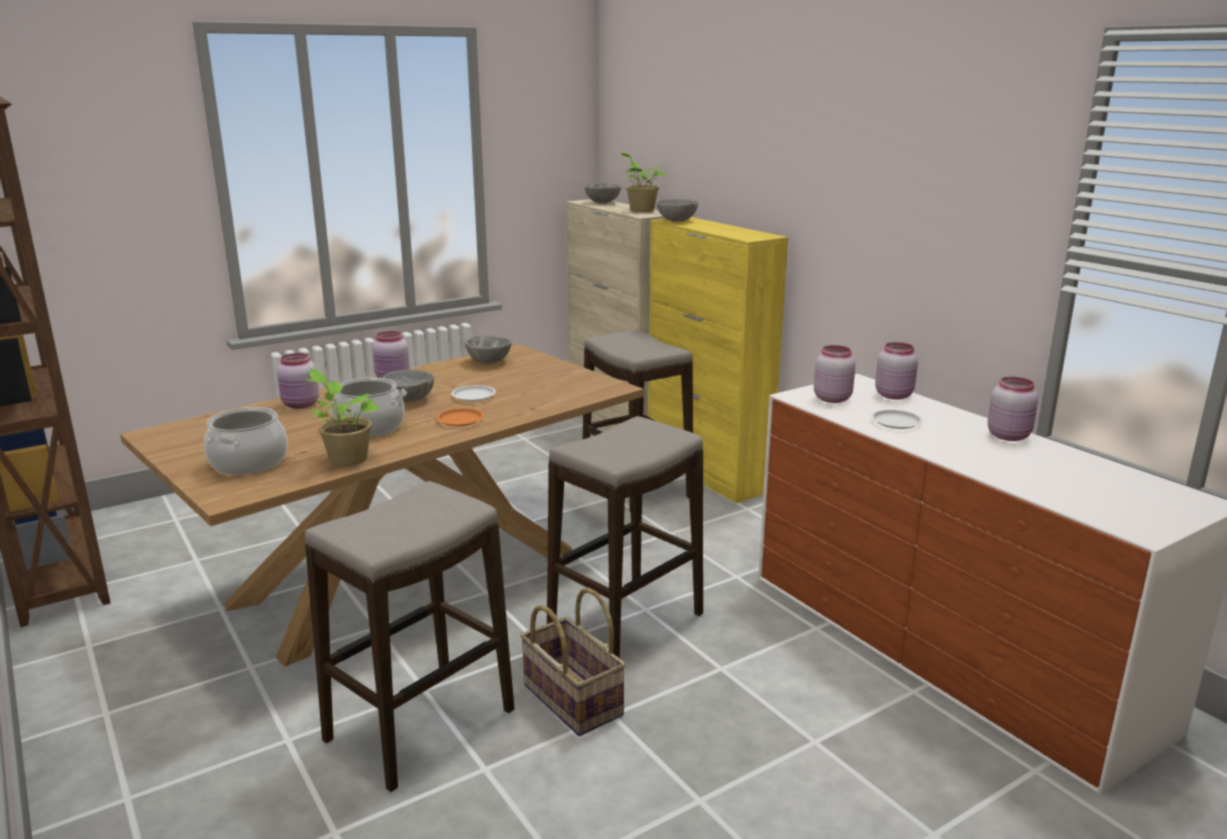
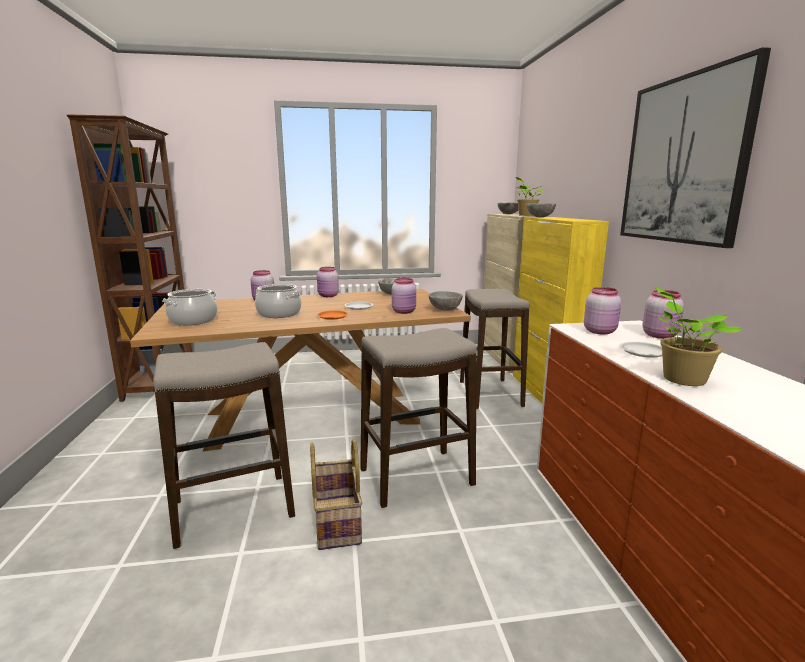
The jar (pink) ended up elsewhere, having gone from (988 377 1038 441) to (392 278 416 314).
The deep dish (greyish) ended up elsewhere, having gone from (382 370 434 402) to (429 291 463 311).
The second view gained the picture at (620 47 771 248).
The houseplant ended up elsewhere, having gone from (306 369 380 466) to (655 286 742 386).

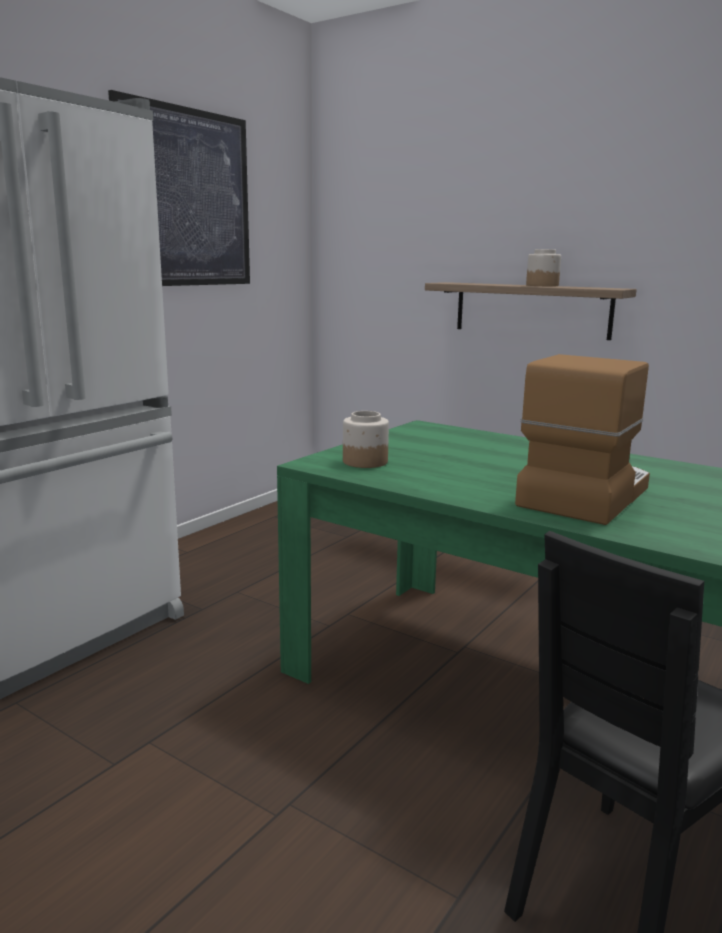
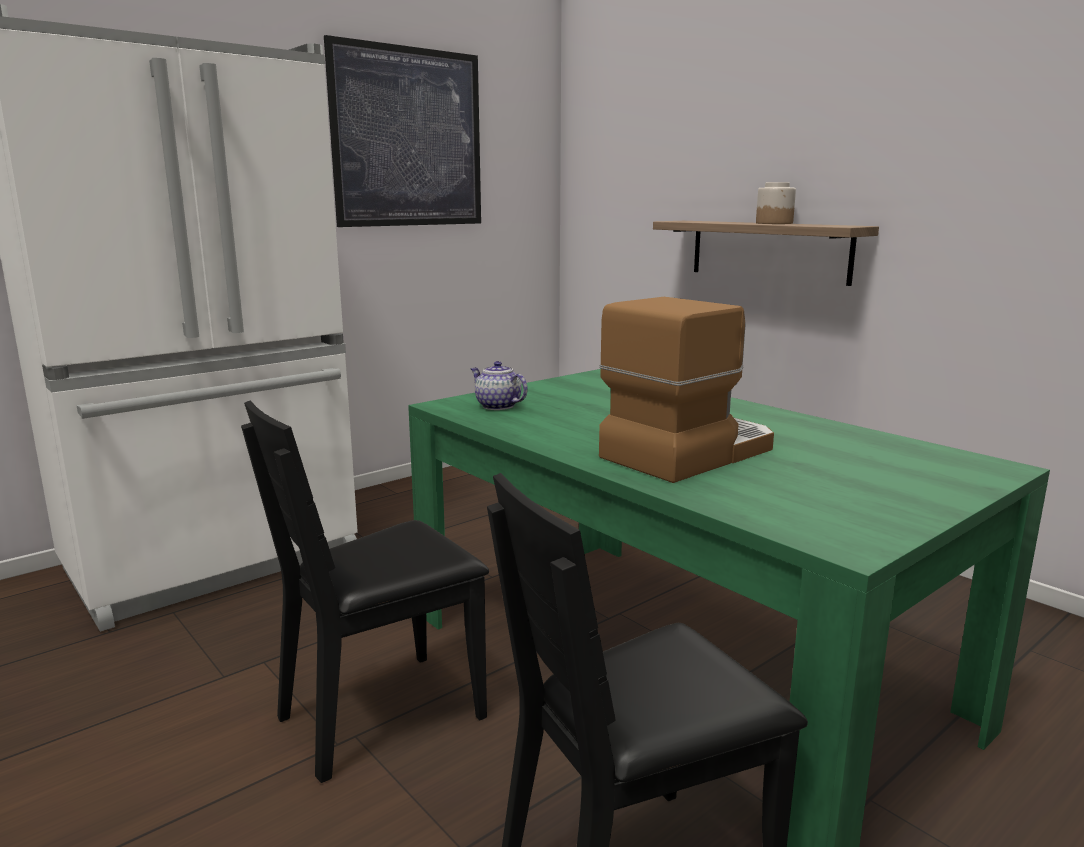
The second view gained the chair (black) at (241 400 489 783).
Where the jar stood at (343 411 389 468), the tea pot came to stand at (470 361 528 410).

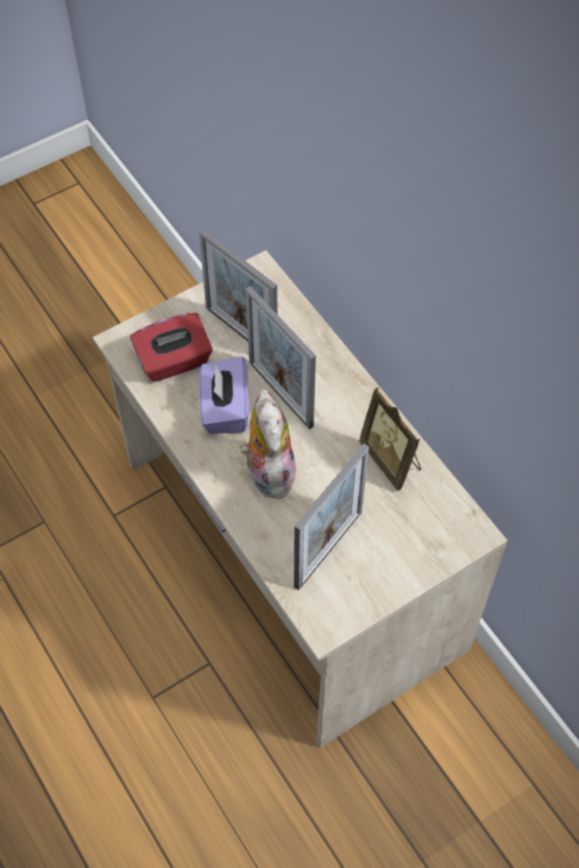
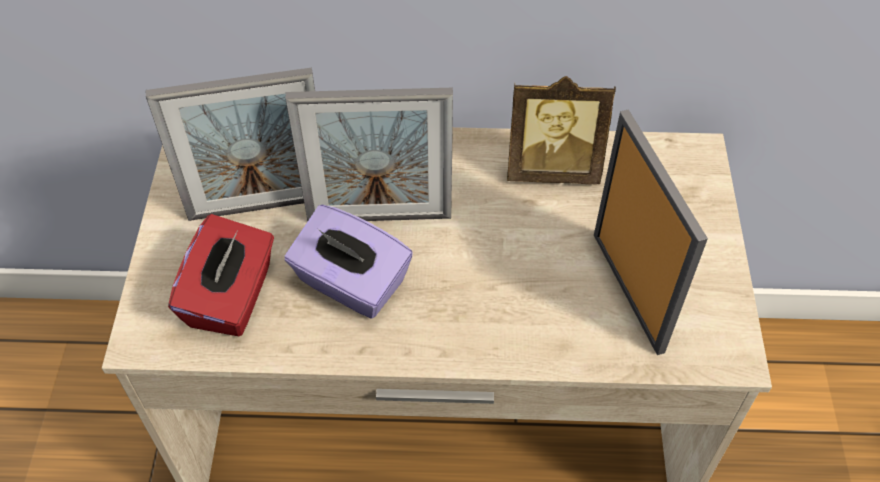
The second view lost the plush toy at (240 389 296 499).

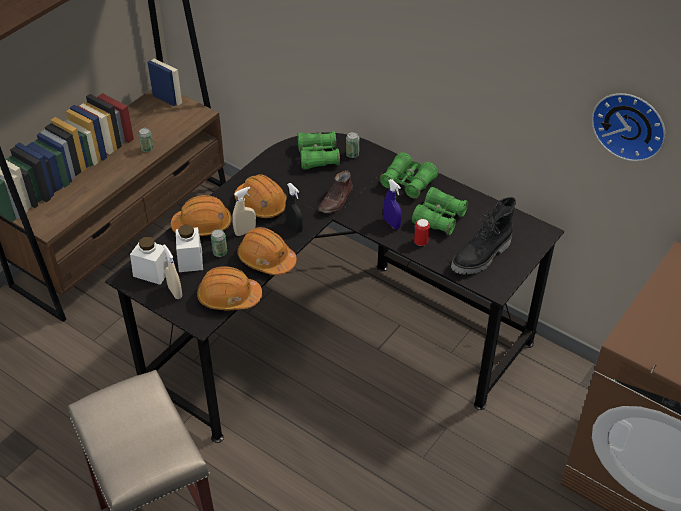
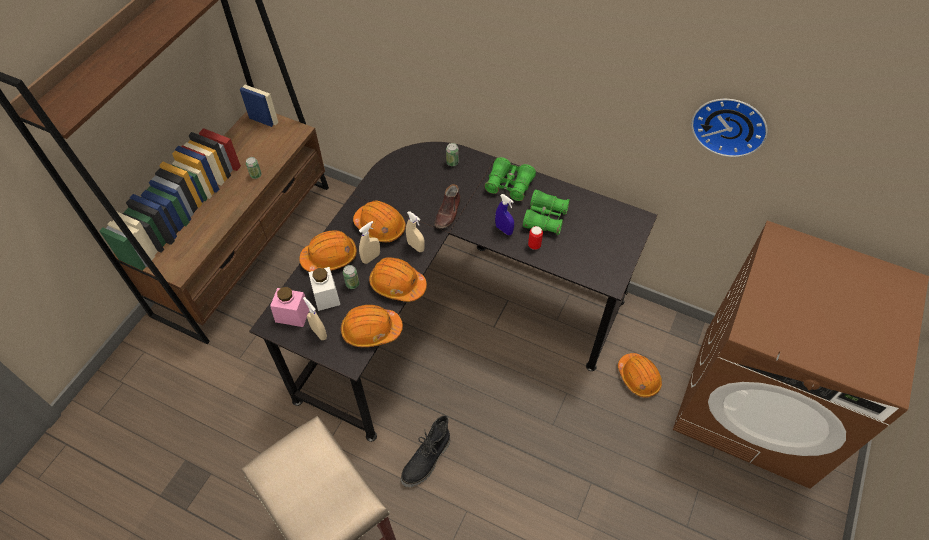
What was the jar (white) at (130 237 168 285) turned into the jar (pink) at (270 287 309 327).
The boot (black) ended up elsewhere, having gone from (451 197 516 275) to (401 415 450 487).
What was the hand sprayer (black) at (285 183 303 233) turned into the hand sprayer (beige) at (406 211 425 252).
The second view gained the hard hat (orangey) at (618 353 662 398).
The second view lost the binoculars (greenish) at (298 131 340 169).

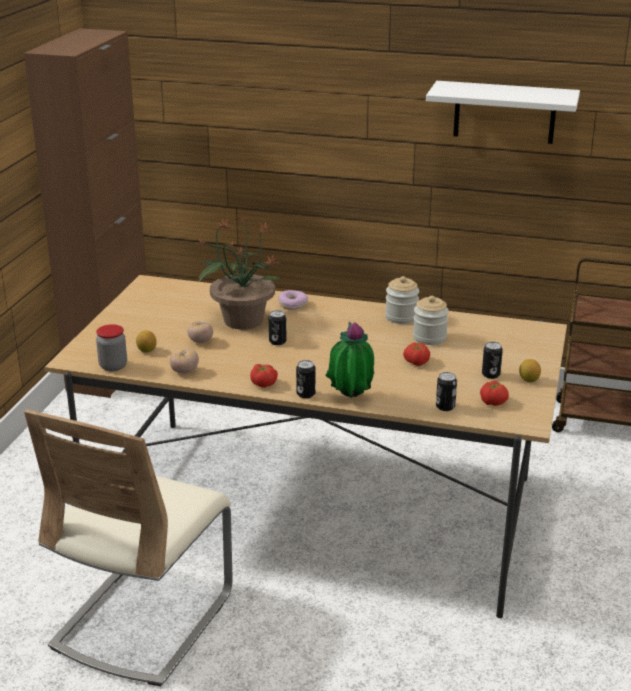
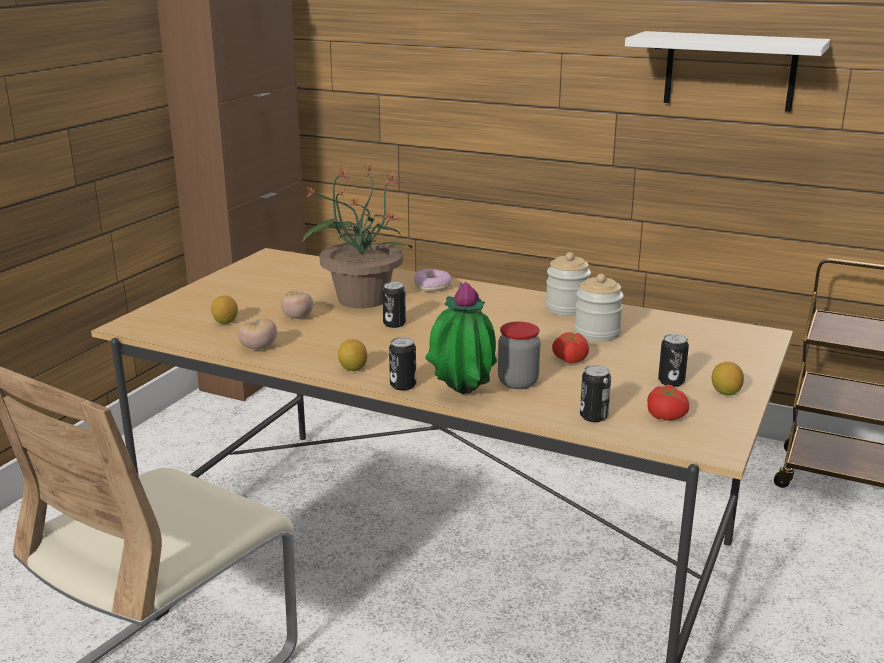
Where the tomato stood at (250 364 278 388), the lemon came to stand at (338 339 367 371).
The jar ended up elsewhere, having gone from (96 324 127 371) to (498 322 541 389).

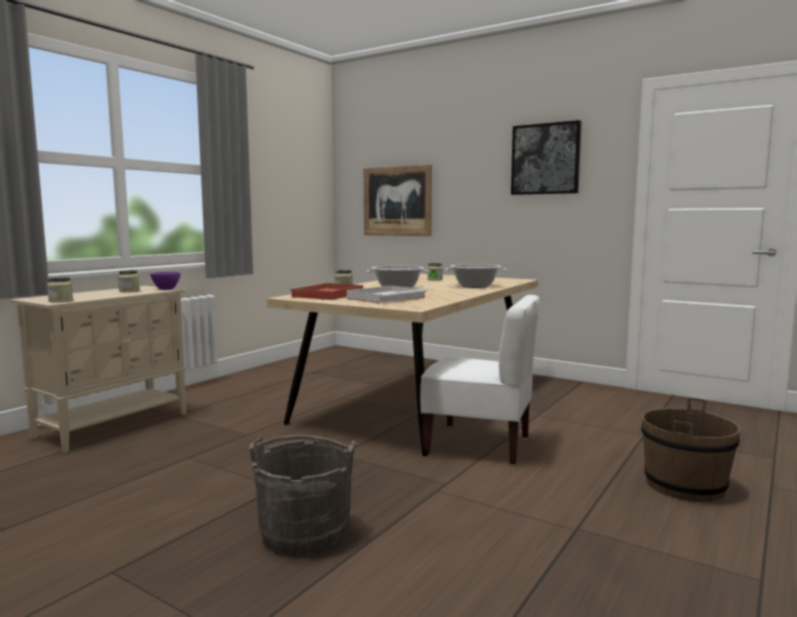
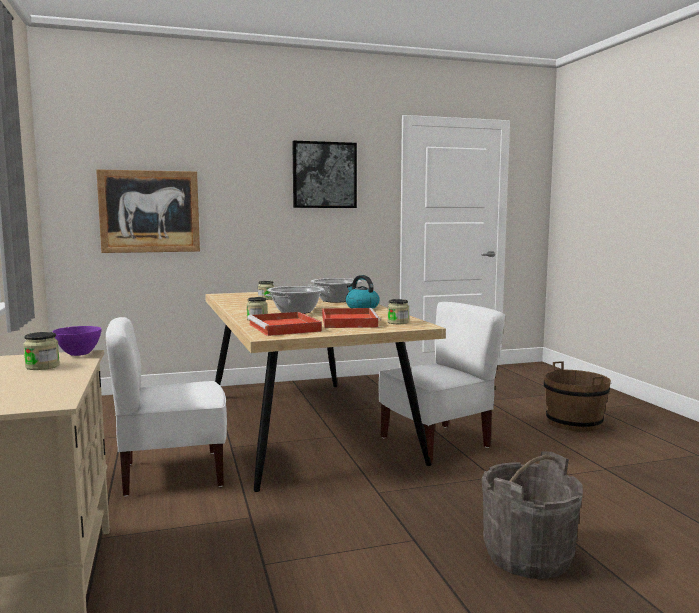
The second view gained the chair (white) at (106 317 227 496).
What was the tray (white) at (347 285 426 304) turned into the tray (red-coloured) at (322 308 381 328).
The second view gained the water kettle at (346 275 380 309).
The jar ended up elsewhere, having gone from (47 277 73 303) to (388 299 409 324).

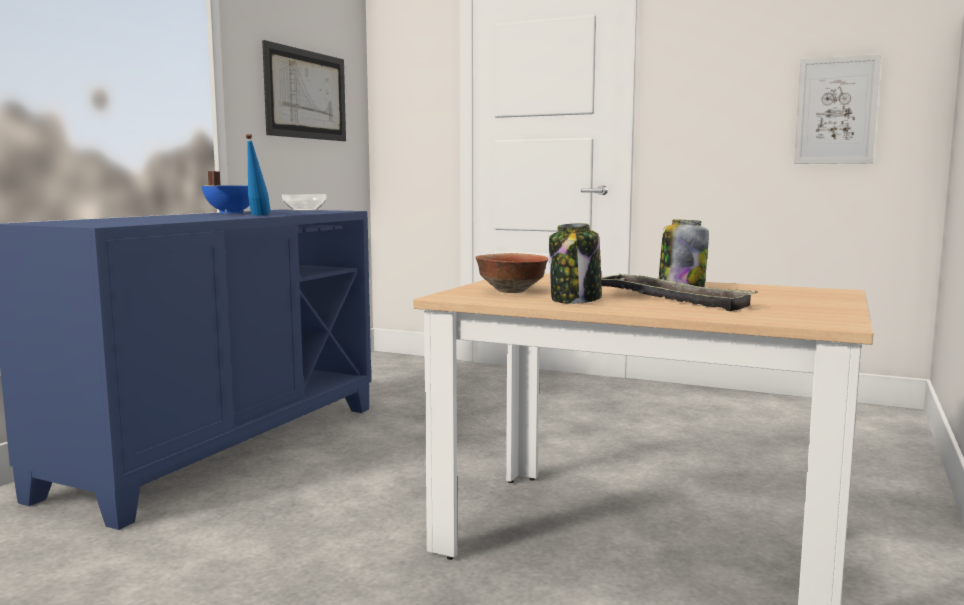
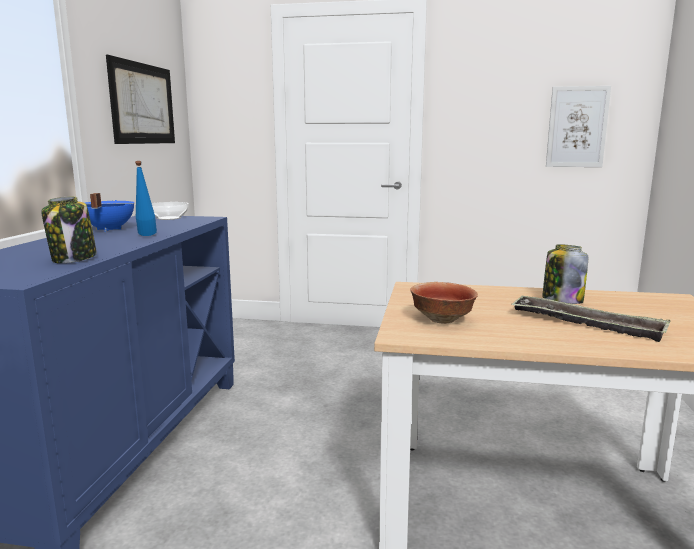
The jar ended up elsewhere, having gone from (549 223 602 304) to (41 196 97 263).

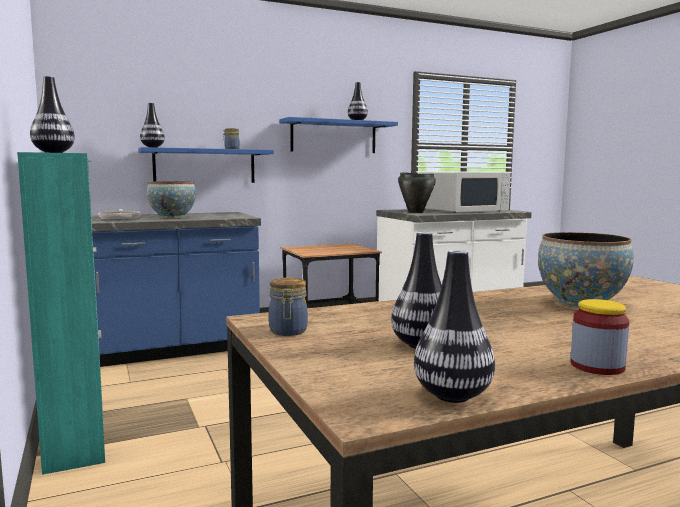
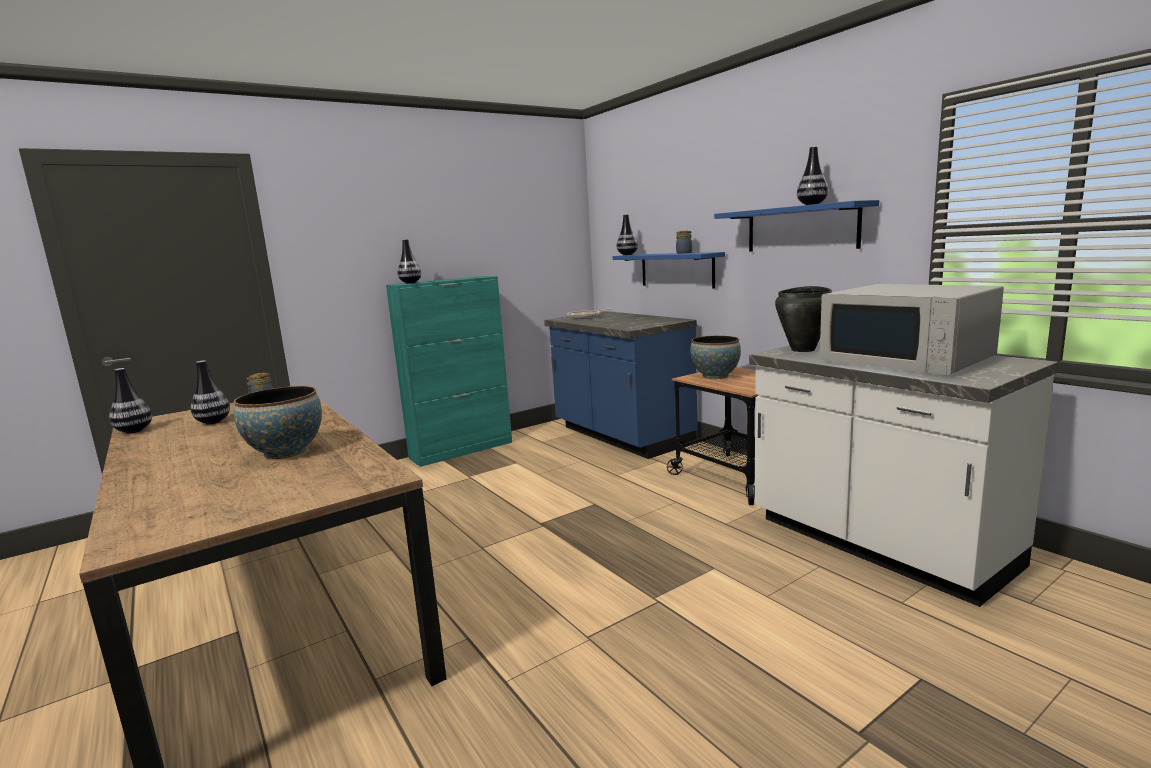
The deep dish ended up elsewhere, having gone from (147 181 196 219) to (690 336 741 379).
The second view lost the jar at (571 299 629 375).

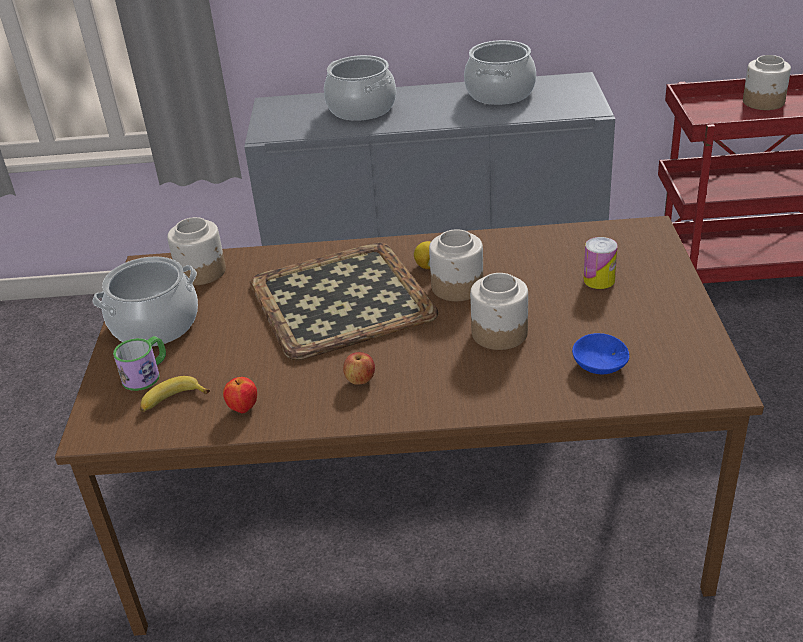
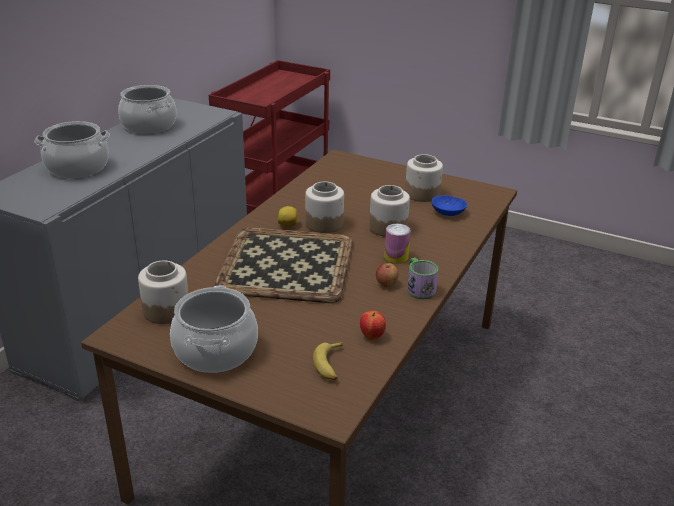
The can ended up elsewhere, having gone from (584 237 618 289) to (384 224 411 264).
The jar ended up elsewhere, having gone from (743 55 791 110) to (405 154 443 202).
The coffee mug ended up elsewhere, having gone from (113 336 166 391) to (407 258 438 299).

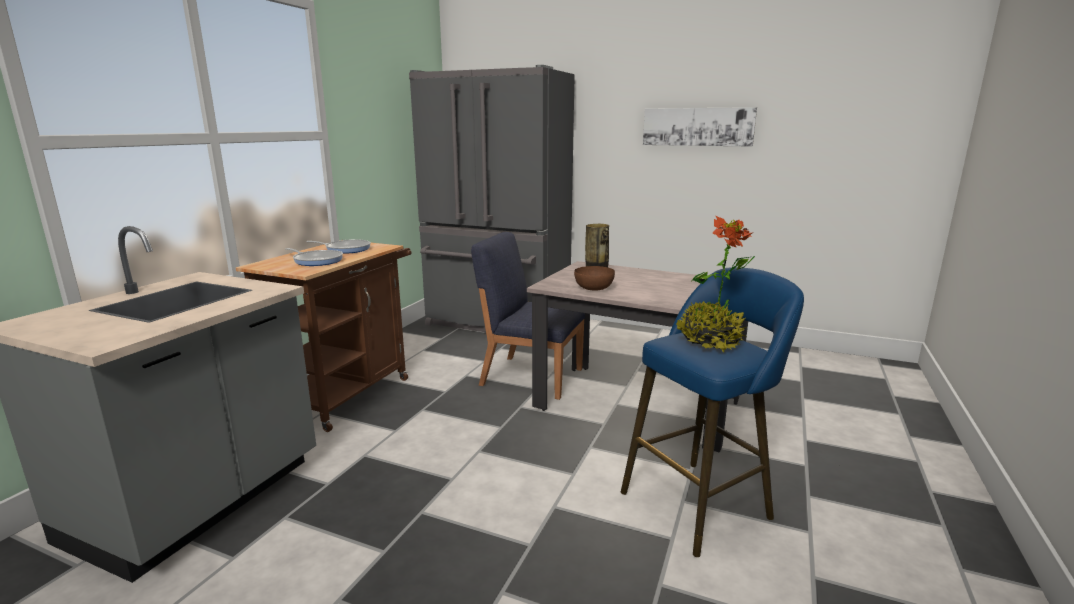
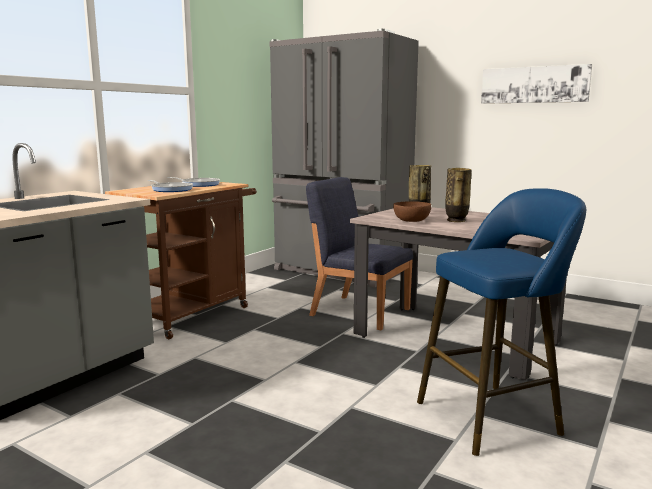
The second view gained the flower vase at (445 168 472 222).
The second view lost the houseplant at (676 216 755 353).

